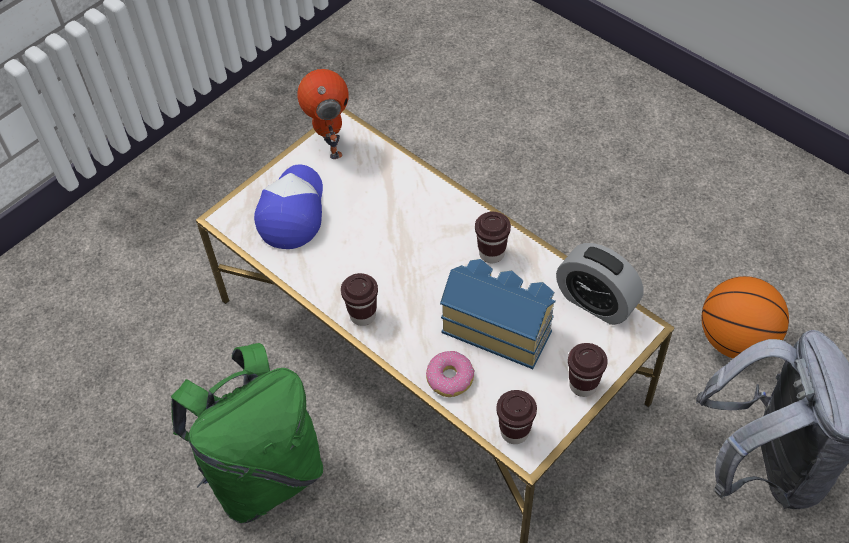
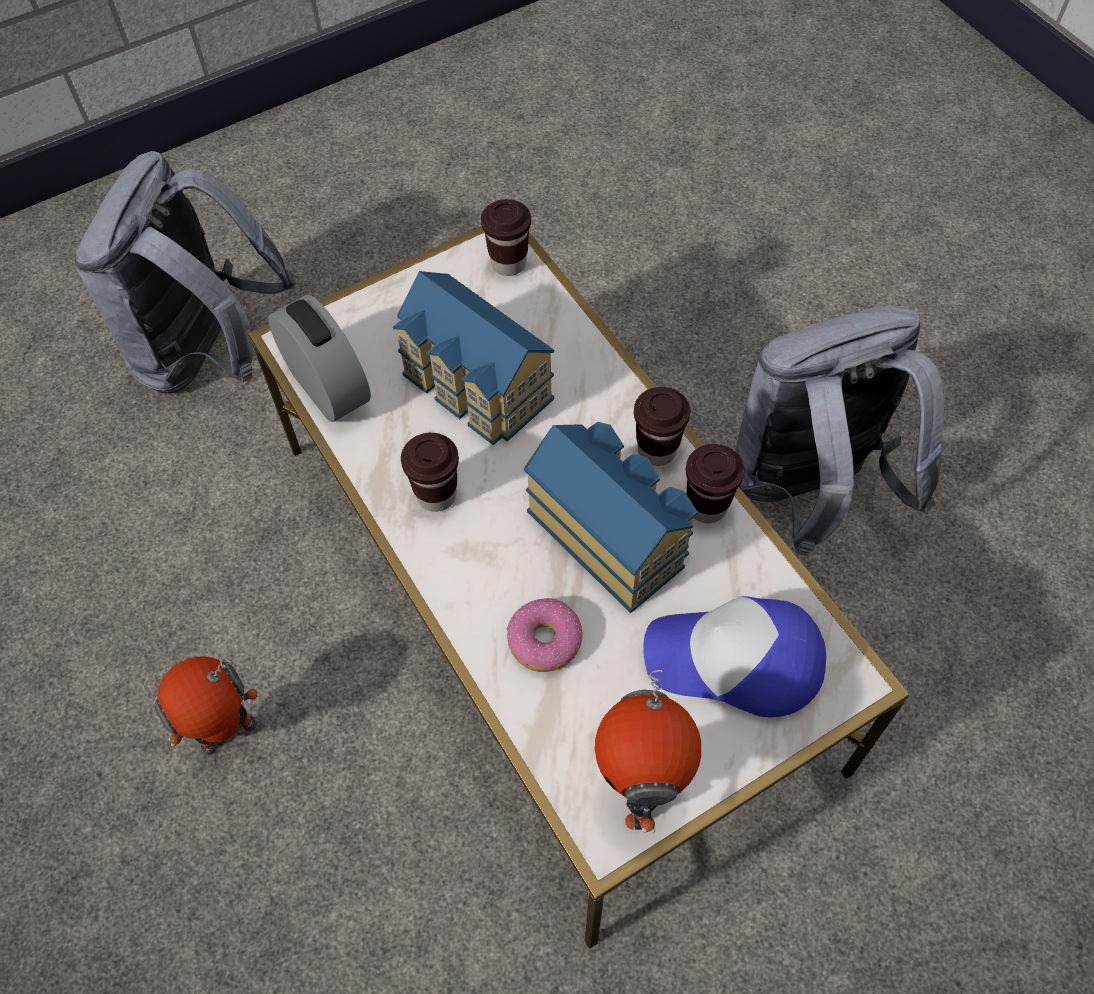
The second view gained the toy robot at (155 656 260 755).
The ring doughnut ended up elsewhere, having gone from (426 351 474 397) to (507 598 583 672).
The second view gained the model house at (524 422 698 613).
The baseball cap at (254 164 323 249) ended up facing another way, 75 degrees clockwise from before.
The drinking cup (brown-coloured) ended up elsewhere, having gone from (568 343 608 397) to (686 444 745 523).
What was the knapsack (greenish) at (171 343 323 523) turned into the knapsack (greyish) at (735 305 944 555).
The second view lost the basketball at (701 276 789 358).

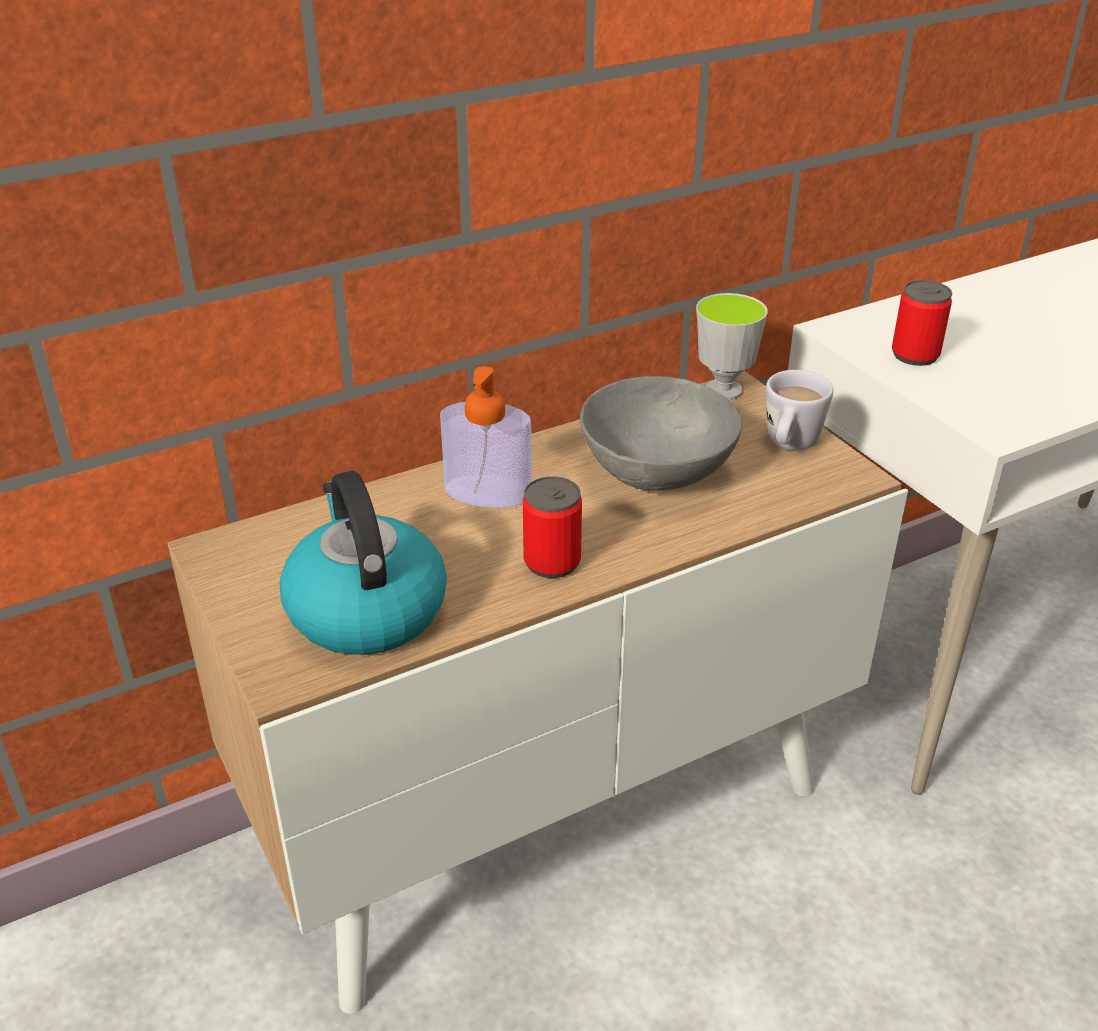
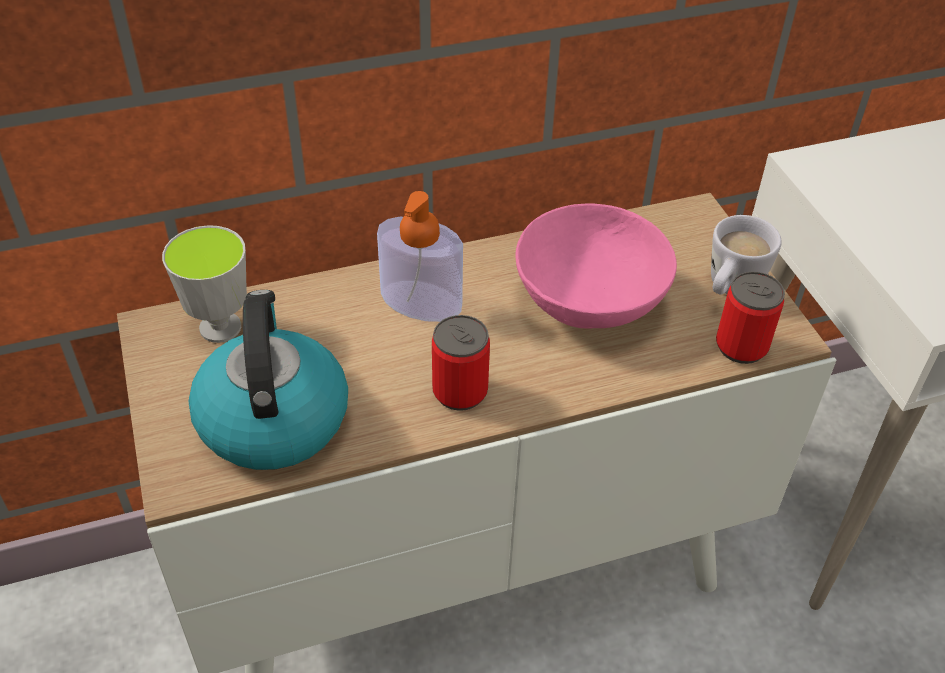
The drinking cup ended up elsewhere, having gone from (696 293 768 400) to (162 225 247 343).
What was the deep dish (greyish) at (580 376 742 491) turned into the deep dish (pink) at (515 203 677 328).
The can ended up elsewhere, having gone from (892 280 952 366) to (716 271 785 364).

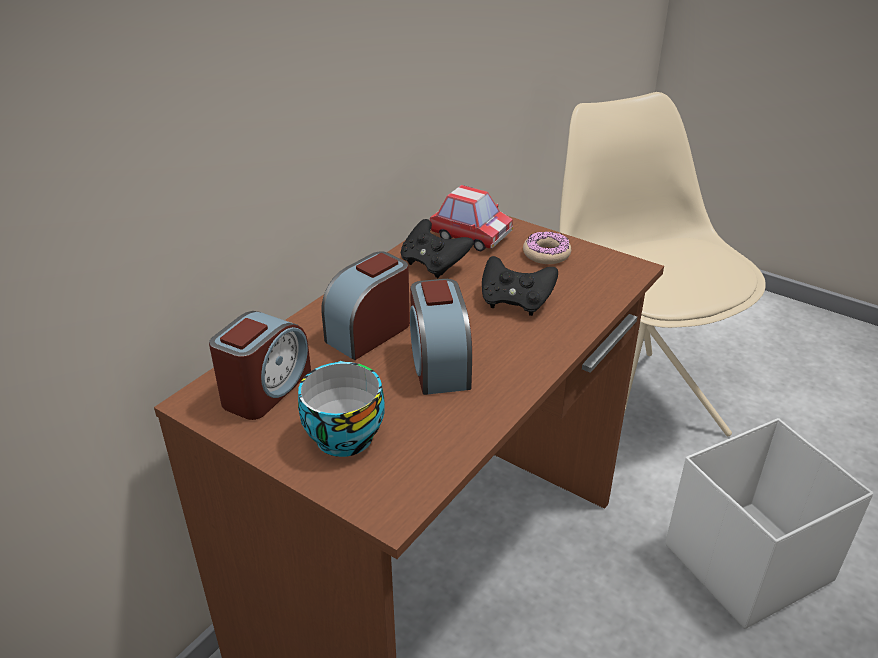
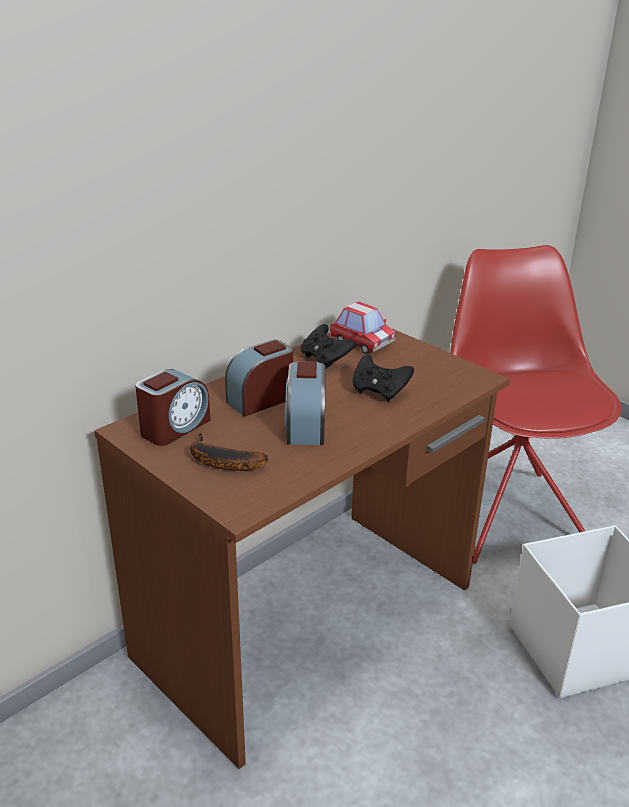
Where the drinking cup stood at (298 361 385 457), the banana fruit came to stand at (190 433 268 471).
What was the chair (beige) at (559 92 766 436) turned into the chair (red-coloured) at (450 245 622 564).
The second view lost the ring doughnut at (523 232 571 264).

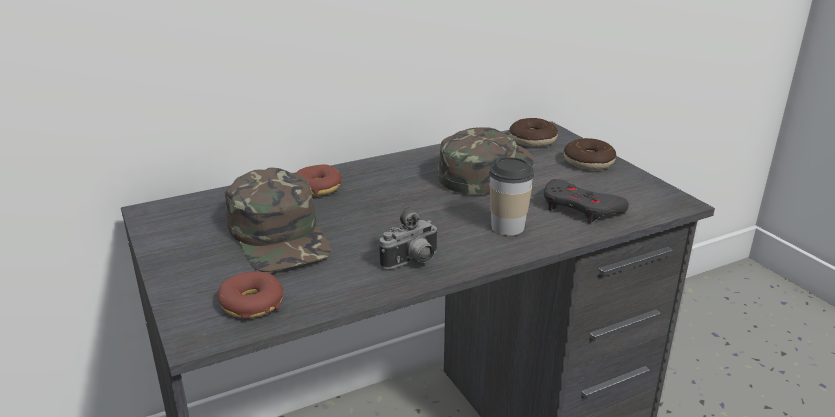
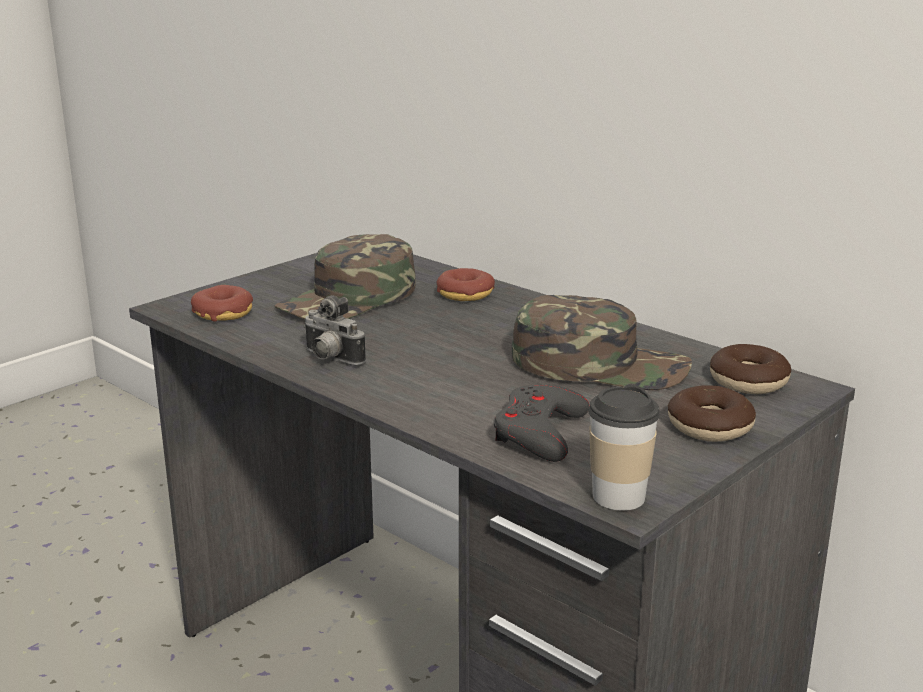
The drinking cup ended up elsewhere, having gone from (489 156 534 236) to (588 385 660 511).

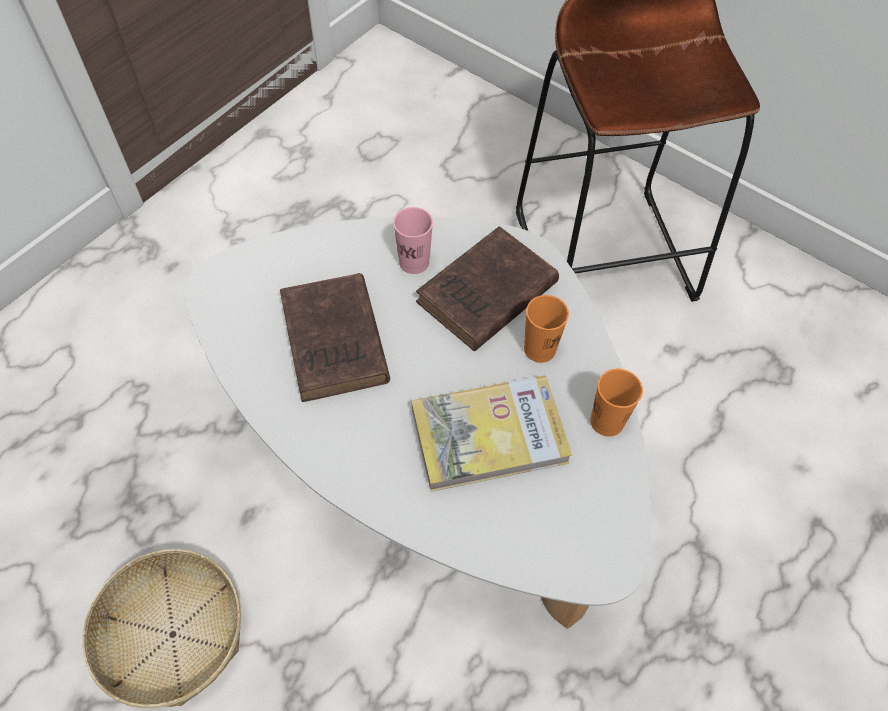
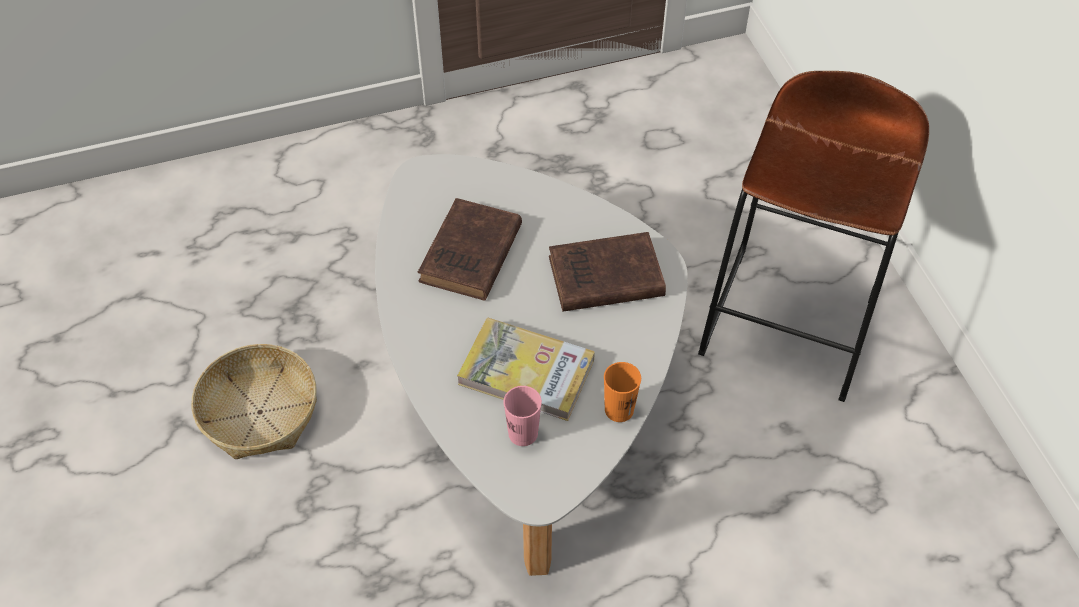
The drinking cup (pink) ended up elsewhere, having gone from (393 207 433 274) to (503 386 542 446).
The second view lost the drinking cup (orangey) at (524 295 569 363).

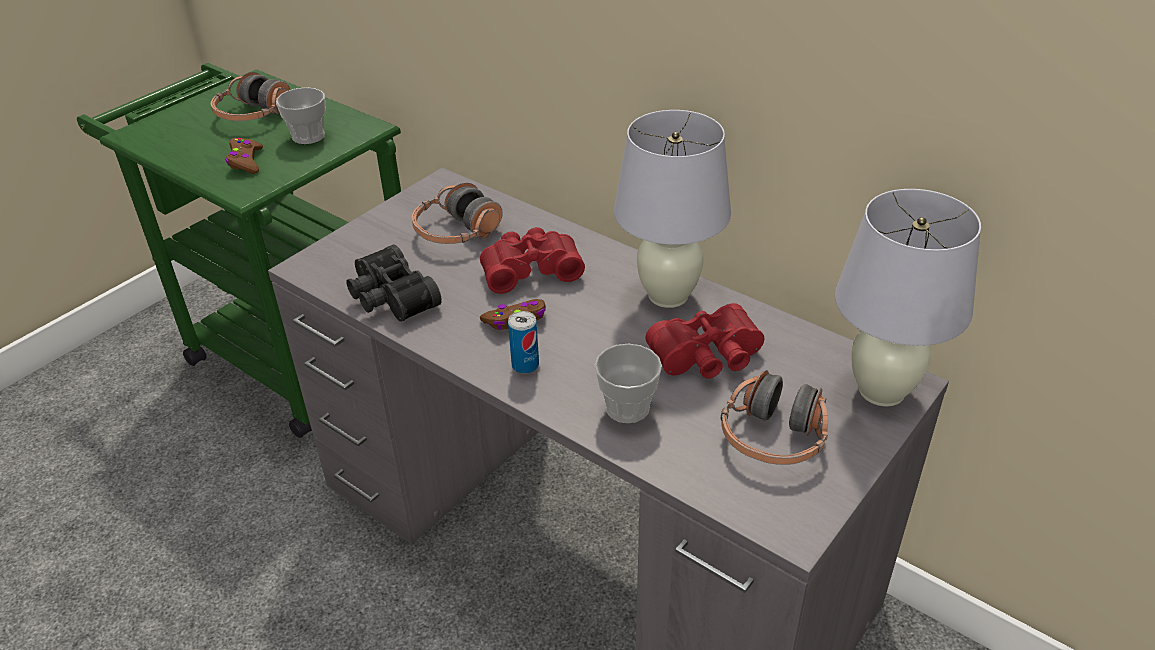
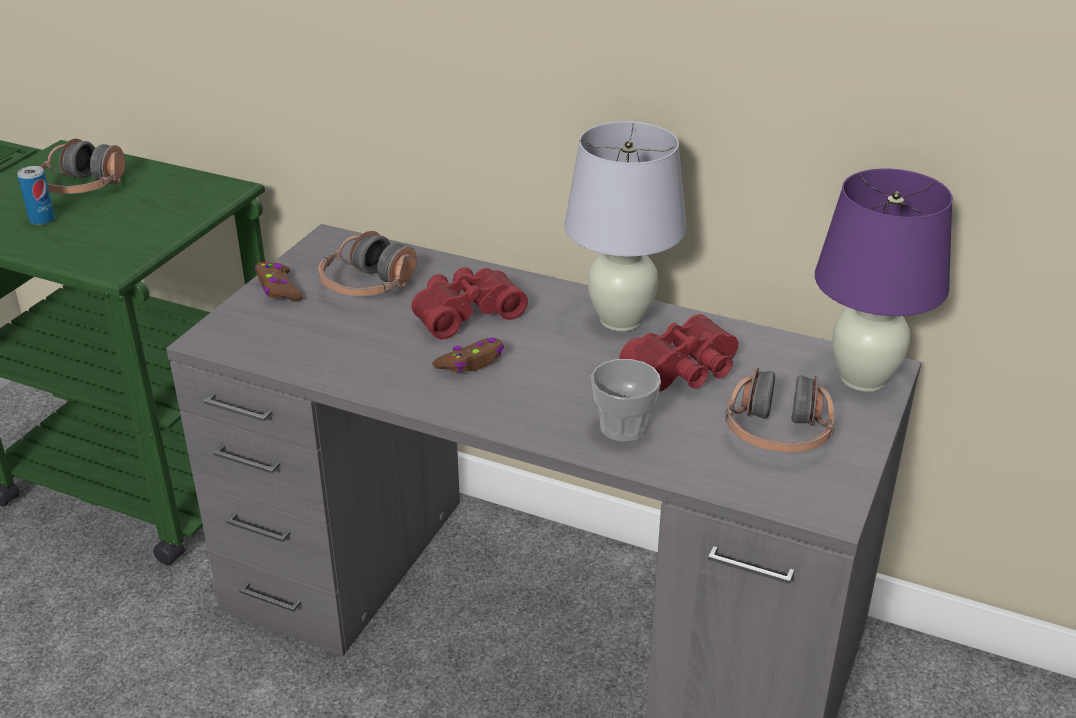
The can ended up elsewhere, having gone from (508 311 539 374) to (17 166 55 225).
The joypad (brown-coloured) ended up elsewhere, having gone from (225 138 263 174) to (255 262 303 302).
What was the lamp for a table (white) at (835 189 981 407) turned into the lamp for a table (purplish) at (815 168 953 392).
The second view lost the drinking cup at (276 87 326 144).
The second view lost the binoculars (black) at (346 244 442 322).

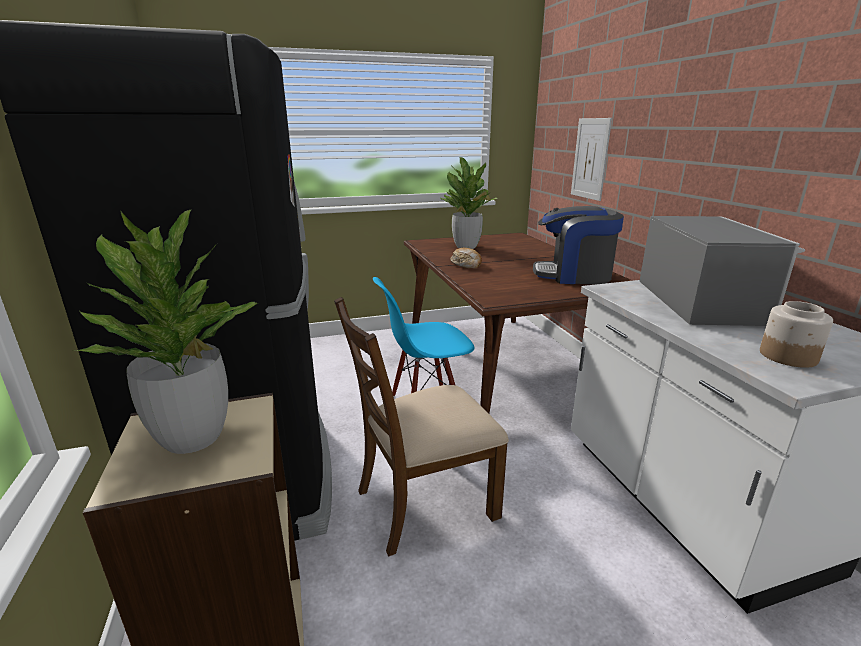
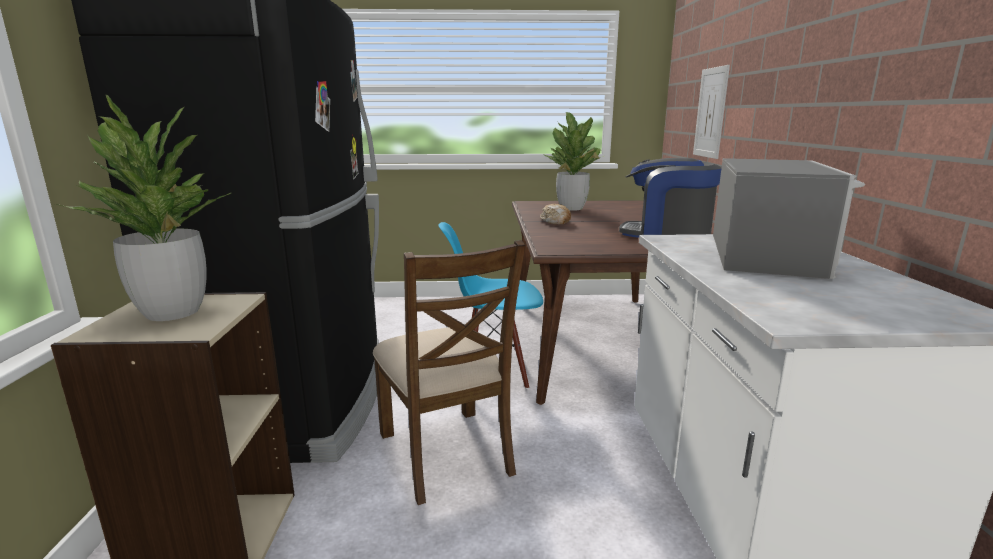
The chair (brown-coloured) at (334 297 509 556) ended up facing another way, 105 degrees counterclockwise from before.
The second view lost the jar at (760 301 833 368).

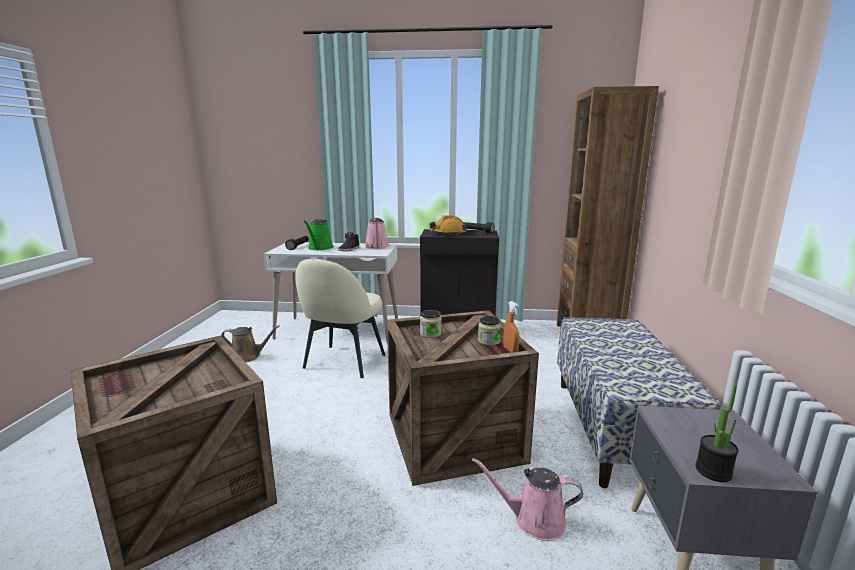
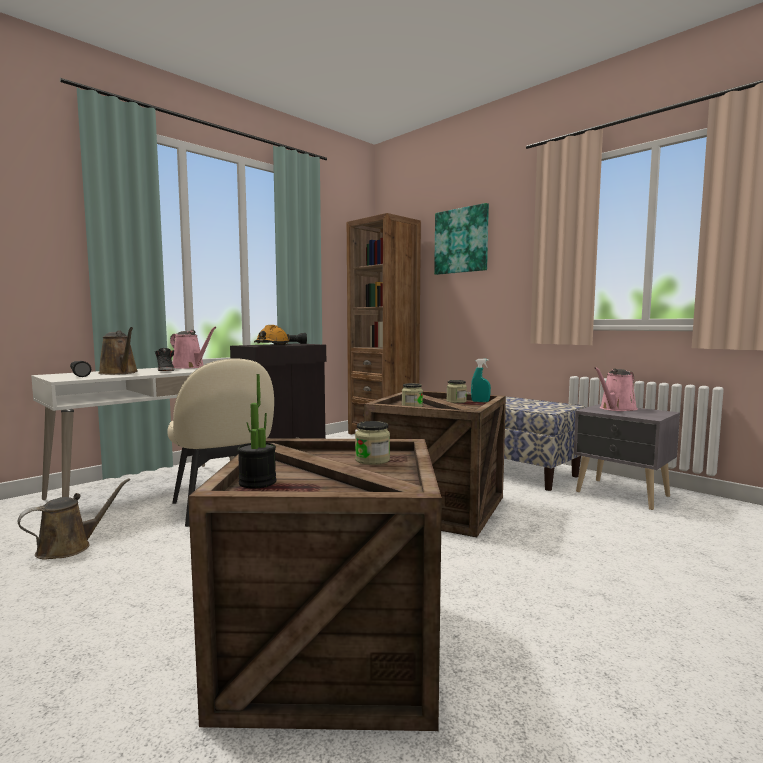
What was the watering can (greenish) at (304 219 334 250) turned into the watering can (brown-coloured) at (98 327 138 375).
The houseplant ended up elsewhere, having gone from (695 385 738 482) to (237 374 276 488).
The second view gained the jar at (355 421 390 465).
The second view gained the picture at (434 203 489 275).
What was the hand sprayer (orangey) at (503 301 519 352) turned into the hand sprayer (turquoise-coloured) at (471 359 491 402).
The watering can (pink) ended up elsewhere, having gone from (472 458 583 541) to (594 367 638 411).

